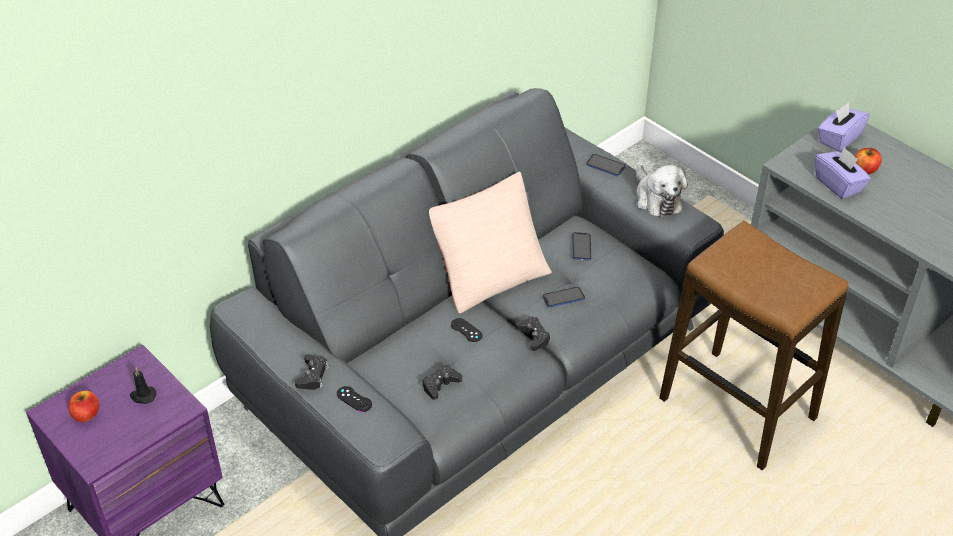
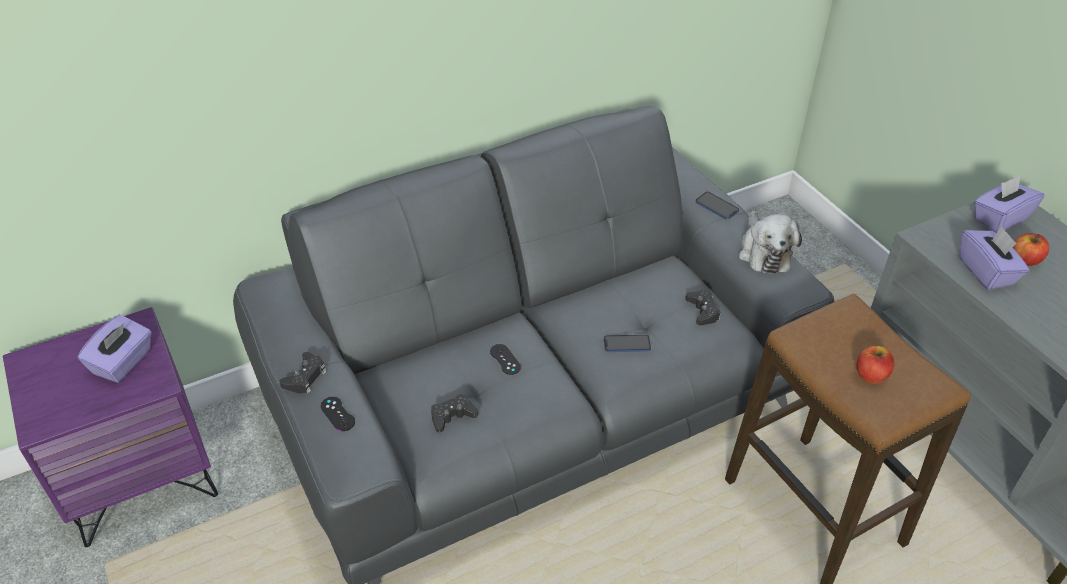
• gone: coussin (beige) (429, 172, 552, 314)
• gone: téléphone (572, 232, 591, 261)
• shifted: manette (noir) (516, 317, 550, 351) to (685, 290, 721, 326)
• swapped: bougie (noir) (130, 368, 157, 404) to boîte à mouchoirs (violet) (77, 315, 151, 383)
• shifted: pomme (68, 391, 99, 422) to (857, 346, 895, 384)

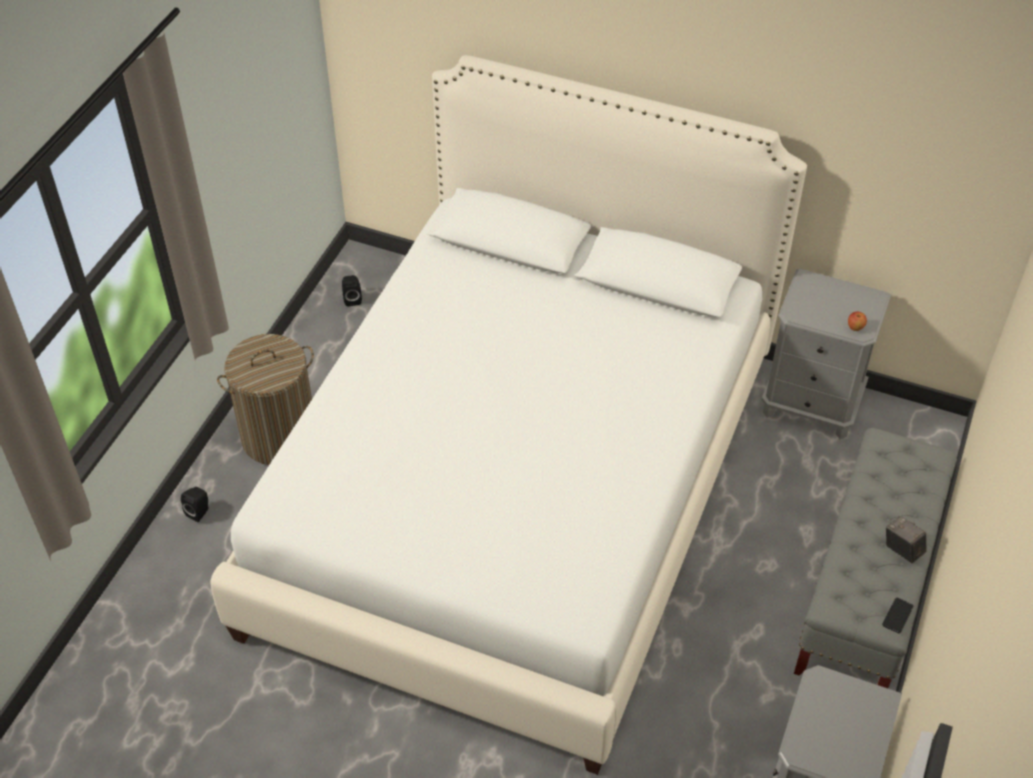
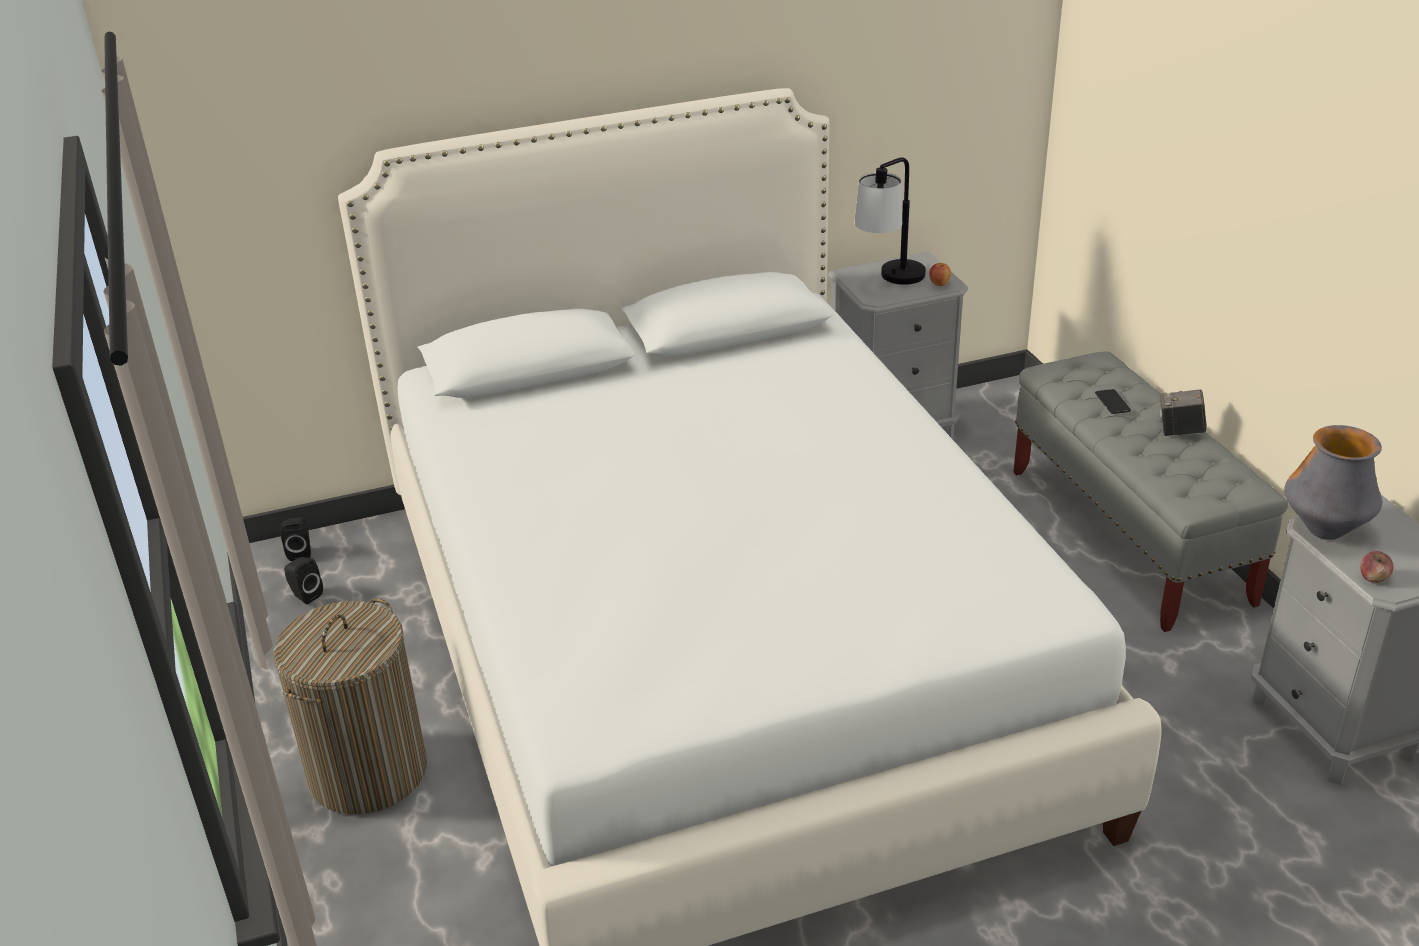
• shifted: enceinte (noir) (181, 487, 208, 522) to (280, 517, 311, 561)
• shifted: téléphone (882, 598, 914, 633) to (1095, 389, 1131, 414)
• new: lampe de table (854, 157, 926, 285)
• new: vase (1284, 425, 1382, 540)
• new: pomme (1360, 551, 1394, 583)

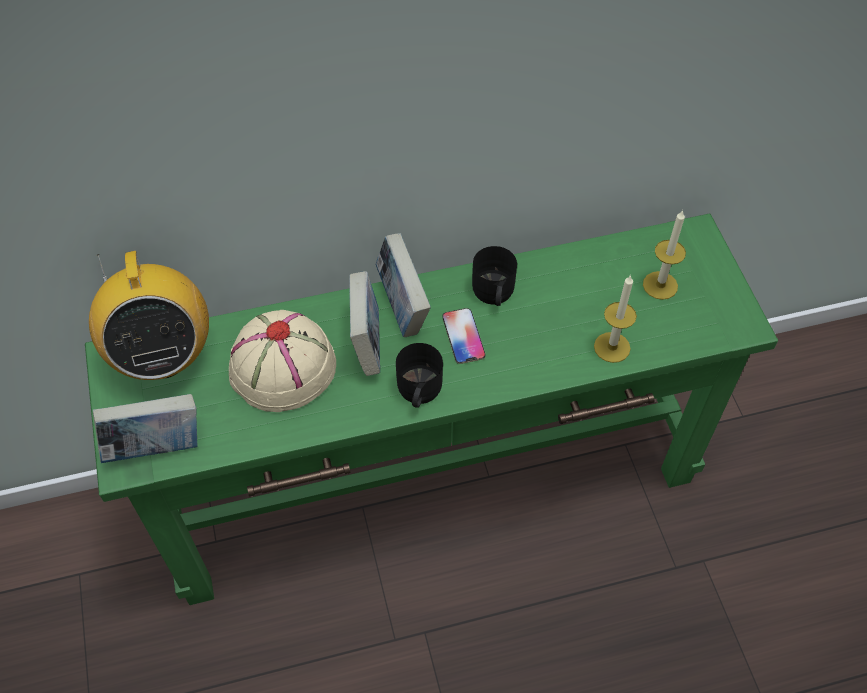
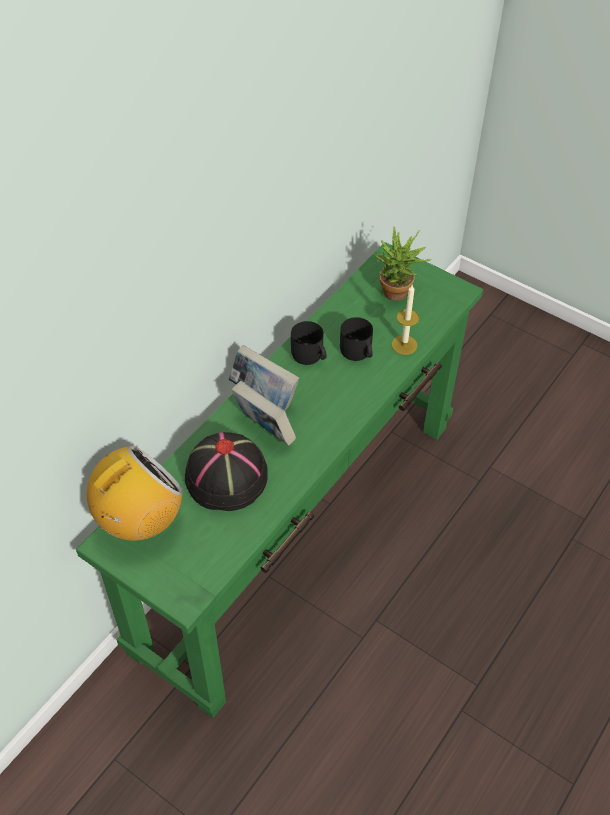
• swapped: bougie (643, 210, 686, 300) to plante en pot (373, 226, 432, 301)
• rotated: radio (89, 251, 209, 380) = (87, 445, 183, 541) 75 degrees counterclockwise
• gone: téléphone (442, 308, 485, 364)
• repainted: chapeau (beige) (229, 310, 336, 412) to chapeau (noir) (185, 432, 268, 511)
• shifted: mug (noir) (396, 343, 443, 408) to (340, 317, 373, 361)
• gone: livre (93, 394, 197, 463)

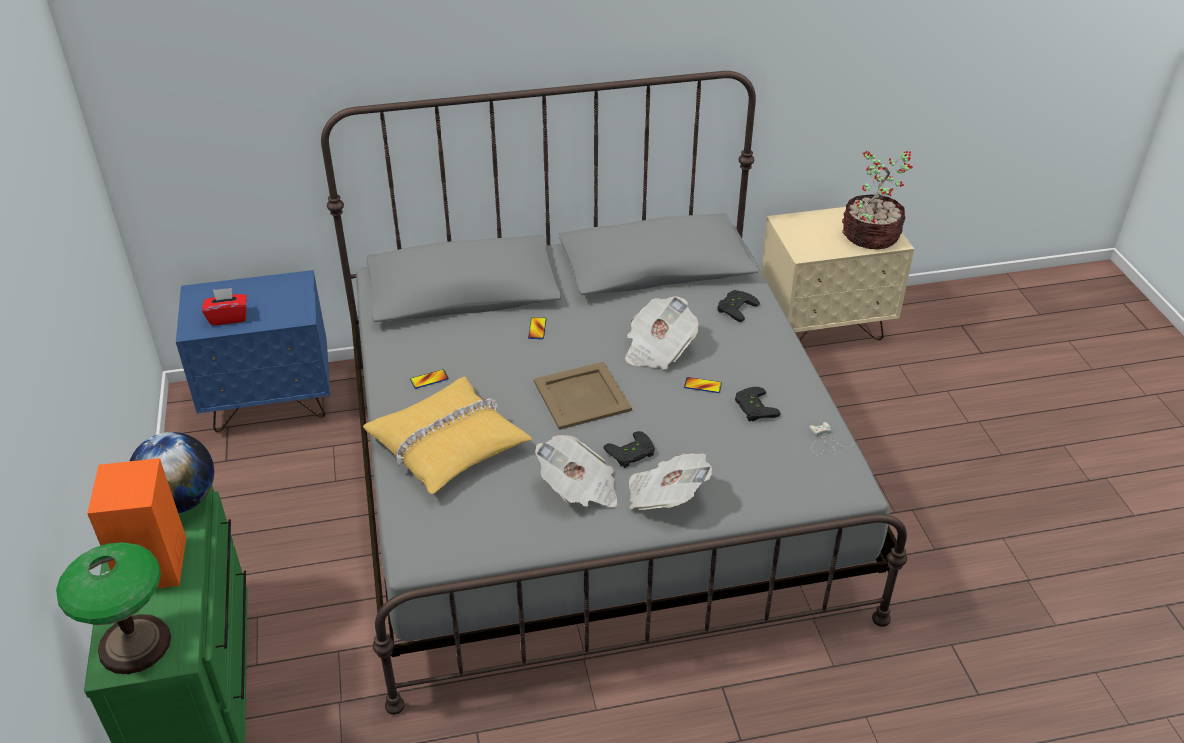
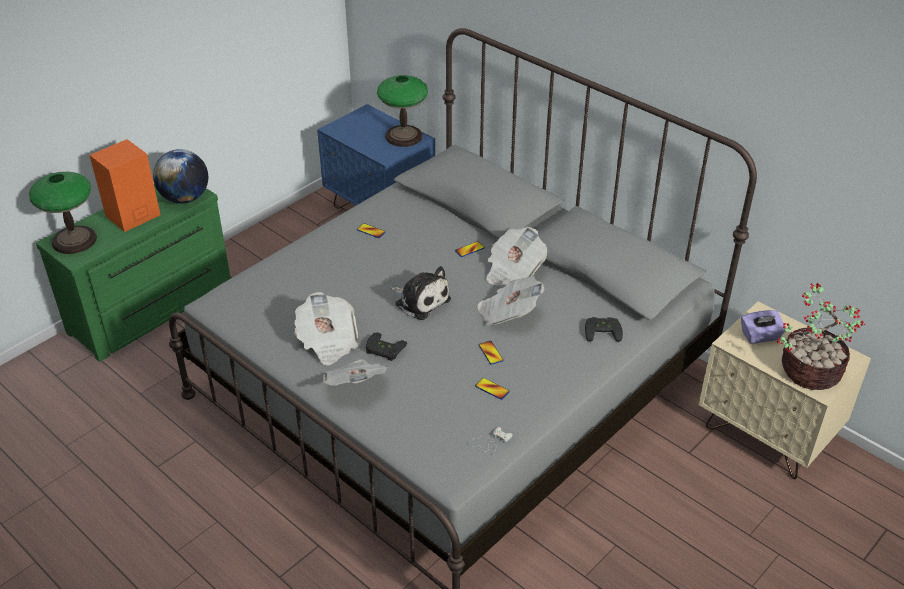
• gone: boîte à mouchoirs (rouge) (202, 288, 247, 325)
• swapped: plateau (beige) (534, 362, 632, 430) to peluche (391, 266, 451, 320)
• gone: coussin (jaune) (363, 377, 532, 494)
• swapped: manette (noir) (735, 387, 781, 421) to téléphone (475, 378, 510, 400)
• new: lampe de table (377, 75, 428, 147)
• new: journal (486, 227, 547, 286)
• new: boîte à mouchoirs (violet) (741, 310, 785, 344)

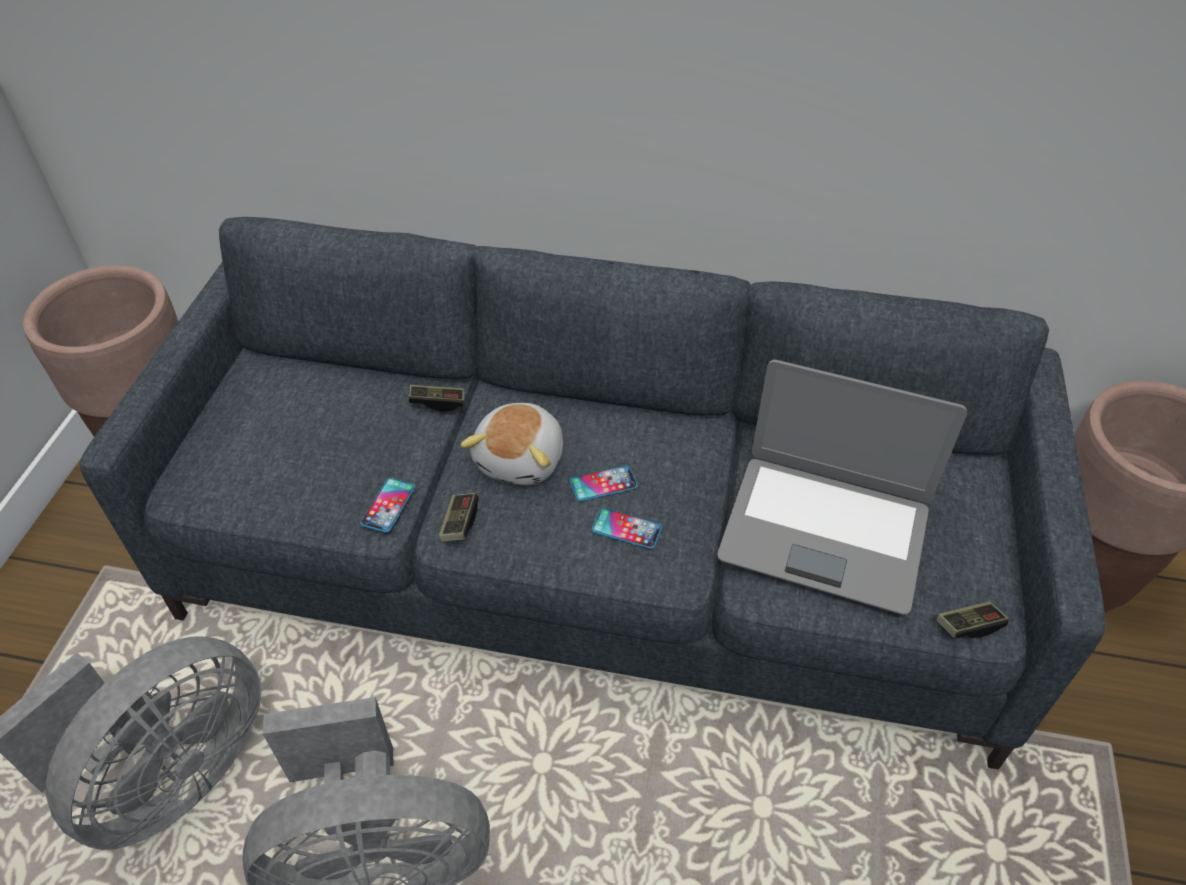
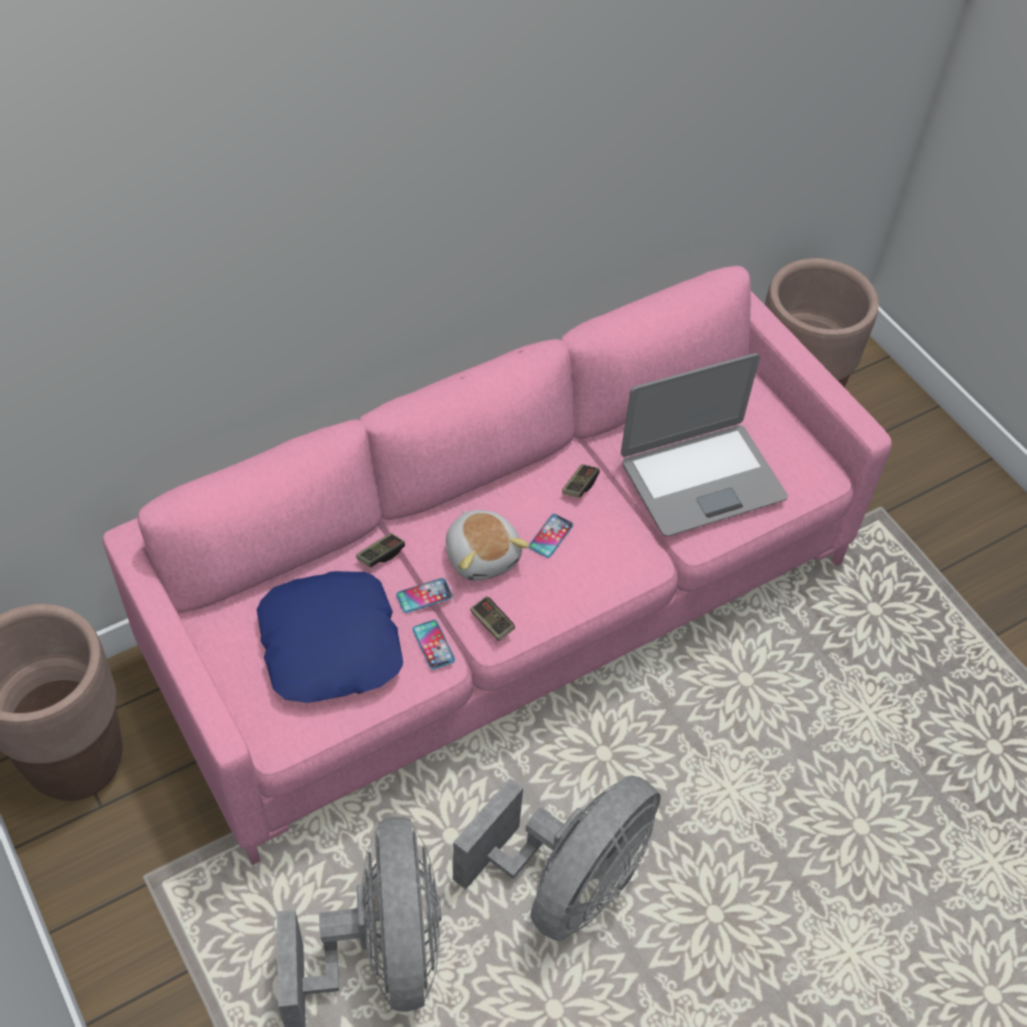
• repainted: canapé (gris) (80, 217, 1105, 770) to canapé (rose) (103, 266, 892, 865)
• shifted: téléphone (592, 508, 662, 549) to (396, 578, 453, 613)
• shifted: manette (937, 601, 1008, 639) to (562, 464, 600, 498)
• new: coussin (bleu) (257, 571, 403, 703)

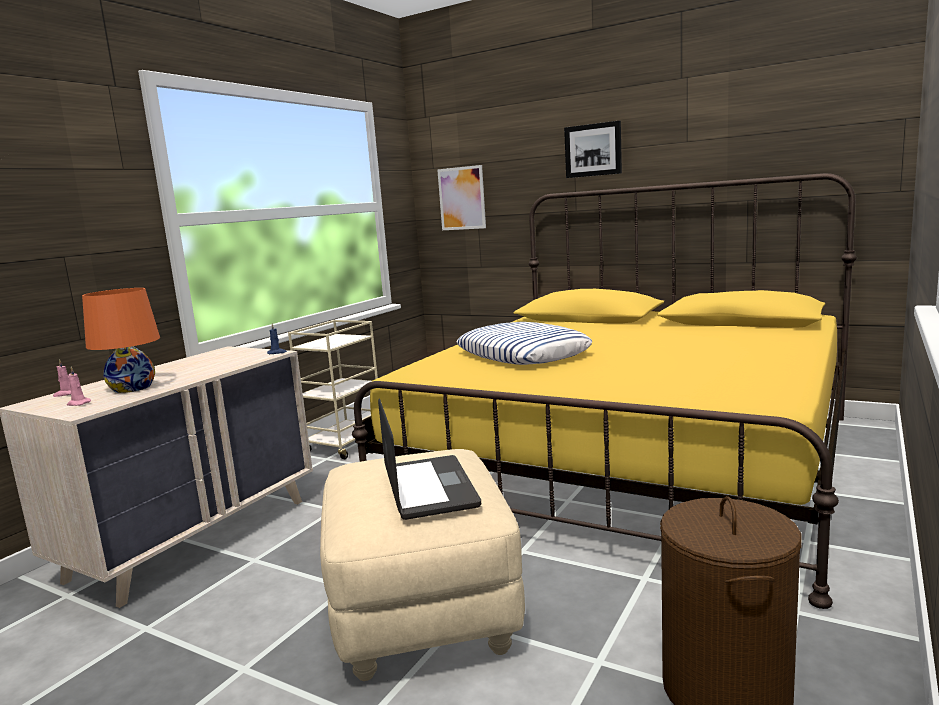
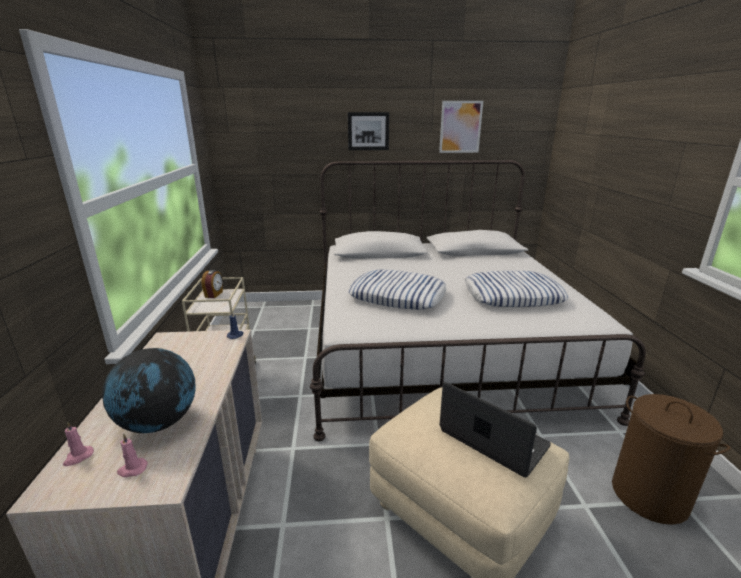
• shifted: tableau (437, 165, 486, 230) to (439, 101, 483, 153)
• repainted: lit (jaune) (352, 173, 857, 609) to lit (blanc) (310, 160, 646, 441)
• swapped: lampe de table (orange) (82, 288, 160, 393) to globe (102, 348, 196, 433)
• new: réveil (201, 270, 223, 298)
• new: coussin (465, 271, 568, 307)

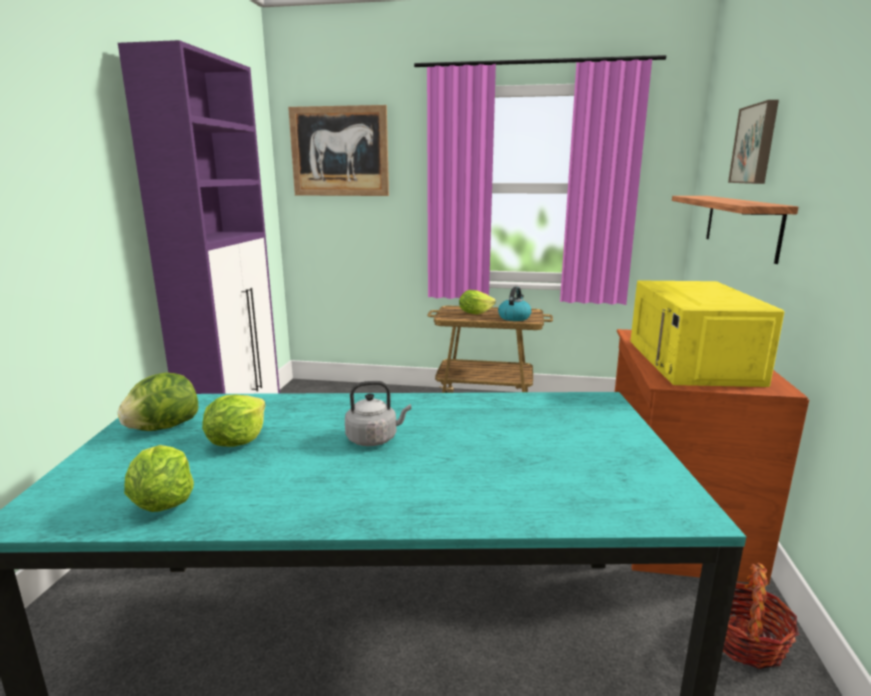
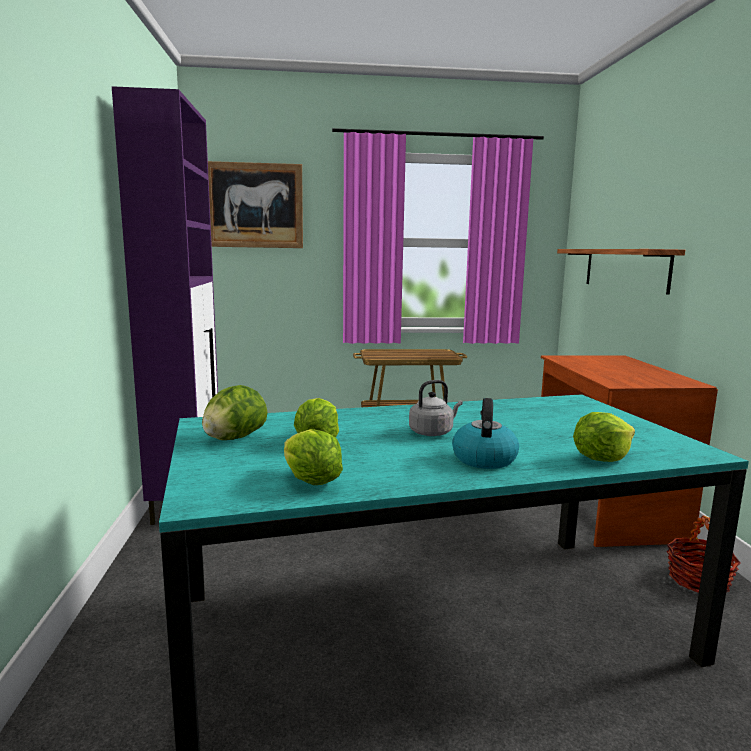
• gone: tableau (728, 100, 779, 184)
• gone: micro-ondes (jaune) (630, 280, 785, 387)
• shifted: bouilloire (498, 287, 532, 321) to (452, 398, 519, 469)
• shifted: laitue (459, 290, 496, 315) to (573, 412, 635, 462)

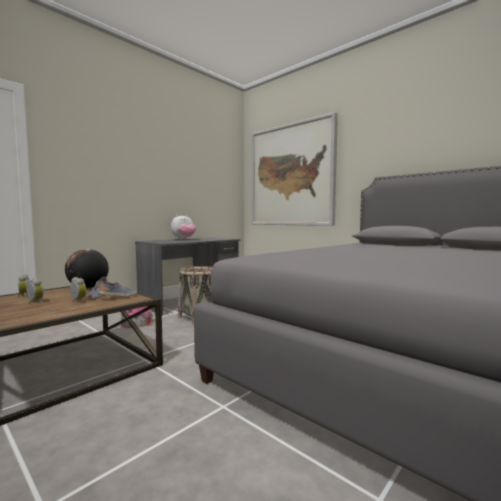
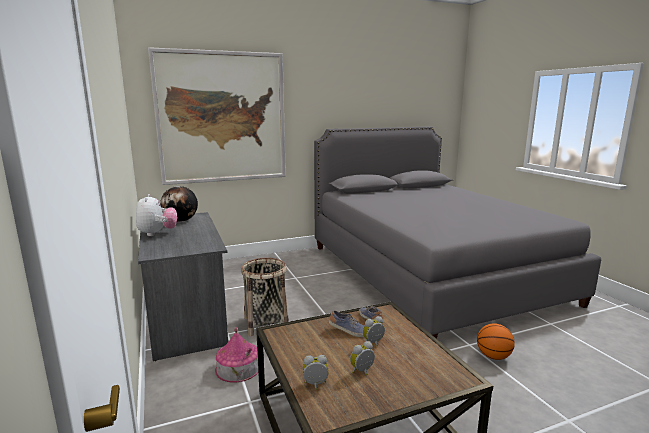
• shifted: globe (65, 249, 109, 289) to (160, 186, 198, 222)
• new: ballon de basket (477, 323, 515, 360)

